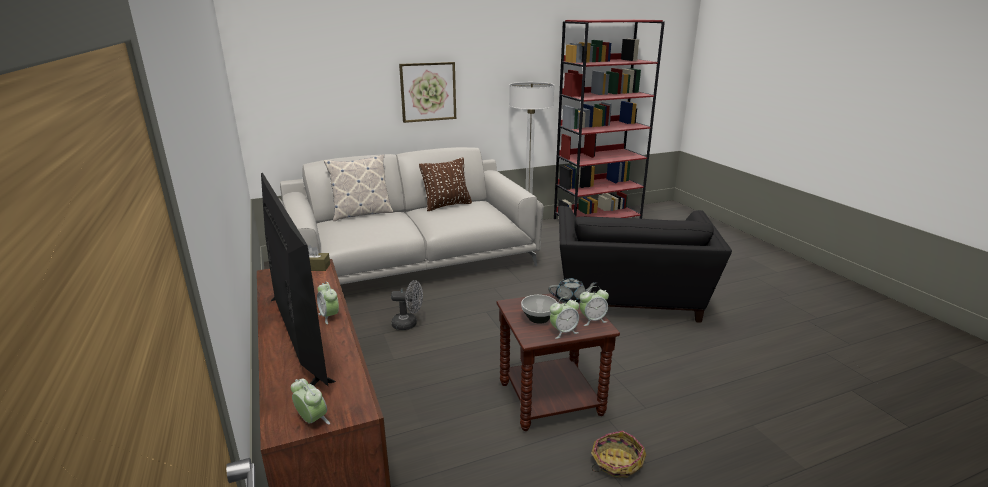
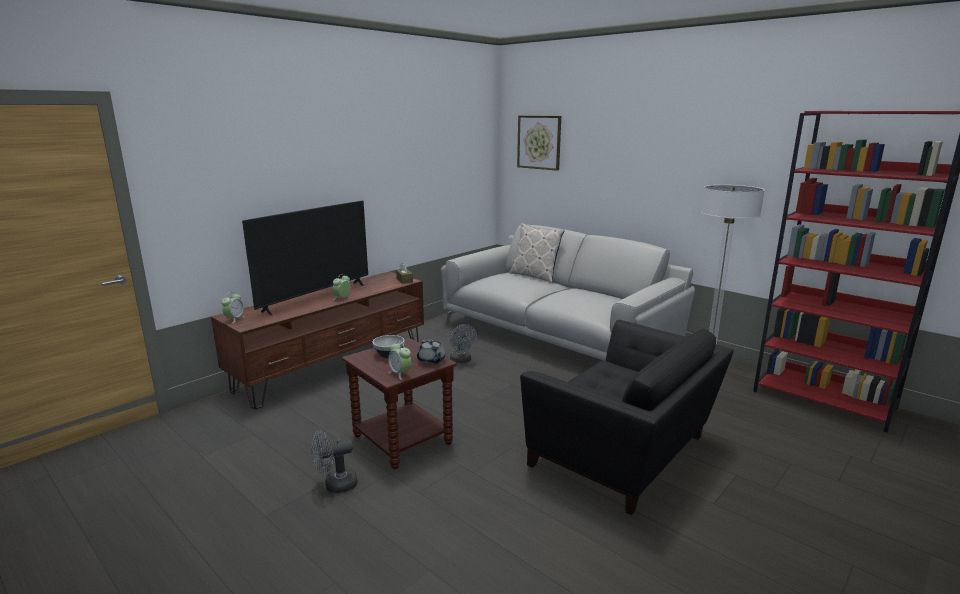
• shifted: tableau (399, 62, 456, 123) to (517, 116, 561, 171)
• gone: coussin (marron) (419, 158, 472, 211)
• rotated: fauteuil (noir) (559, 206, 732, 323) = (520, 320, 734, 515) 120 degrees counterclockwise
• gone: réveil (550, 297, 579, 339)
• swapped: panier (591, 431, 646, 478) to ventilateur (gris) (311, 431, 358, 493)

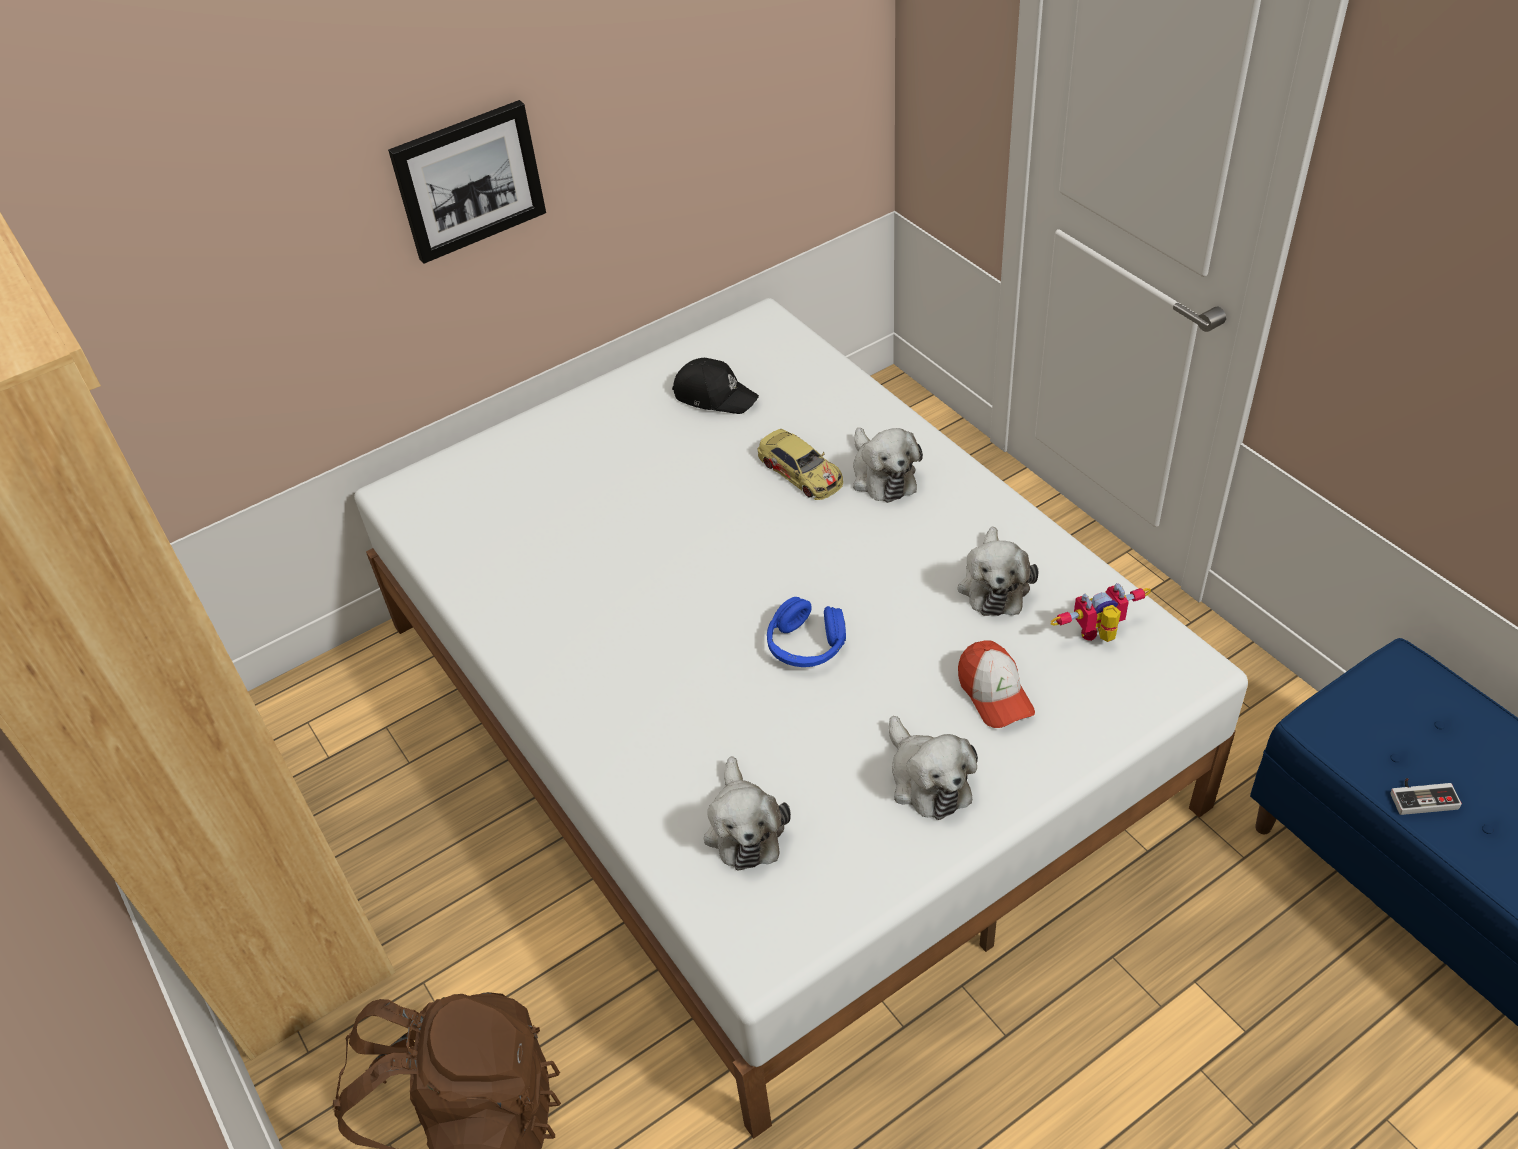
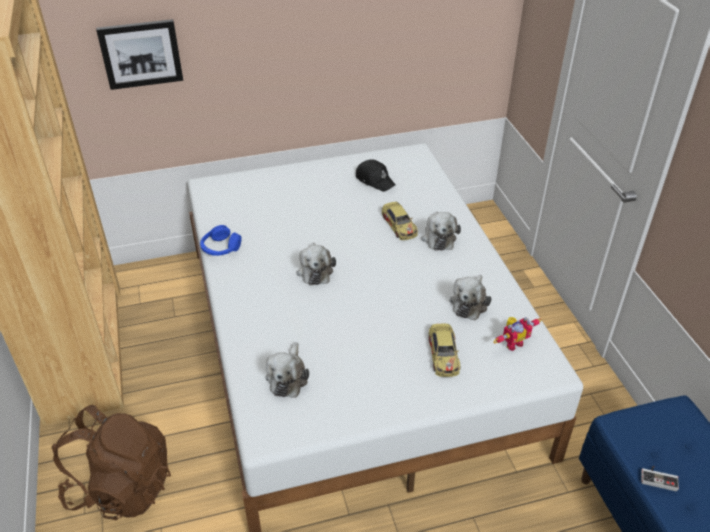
• shifted: tableau (388, 100, 546, 264) to (96, 19, 183, 90)
• rotated: robot jouet (1050, 583, 1151, 642) = (493, 317, 542, 351) 150 degrees clockwise
• shifted: casque audio (bleu) (767, 597, 846, 667) to (200, 225, 242, 256)
• swapped: casquette (958, 640, 1035, 728) to petite voiture (429, 323, 460, 377)
• shifted: peluche (889, 716, 978, 820) to (296, 242, 336, 285)

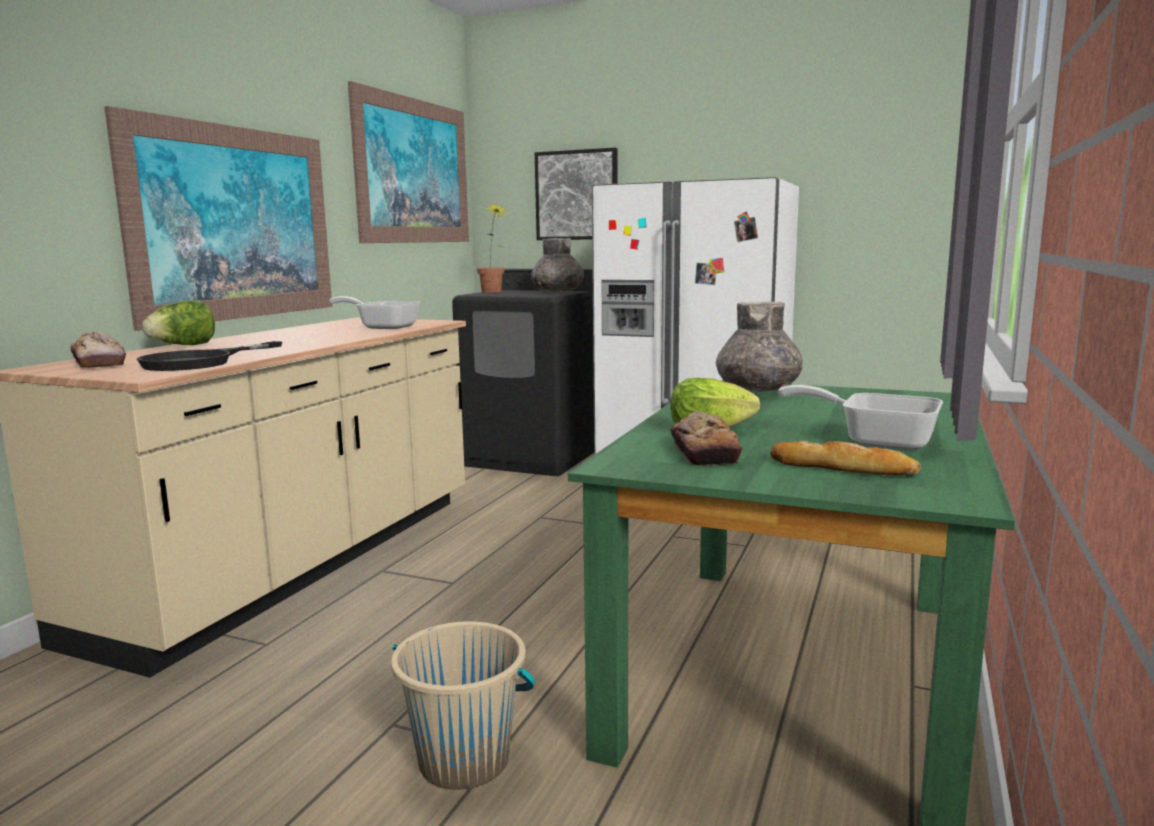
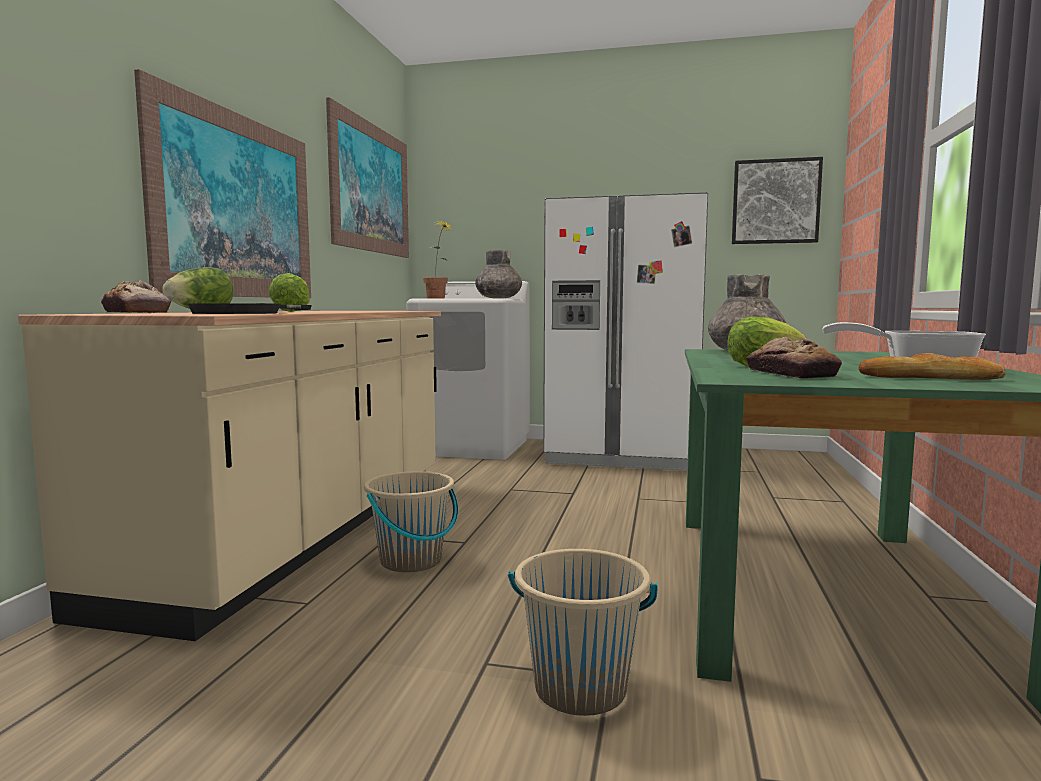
• shifted: tableau (535, 148, 618, 240) to (732, 157, 823, 244)
• repainted: lave-linge (noir) (452, 269, 594, 476) to lave-linge (blanc) (406, 281, 530, 460)
• gone: poêle (329, 296, 420, 329)
• new: laitue (268, 273, 310, 312)
• new: seau (beige) (364, 471, 458, 572)

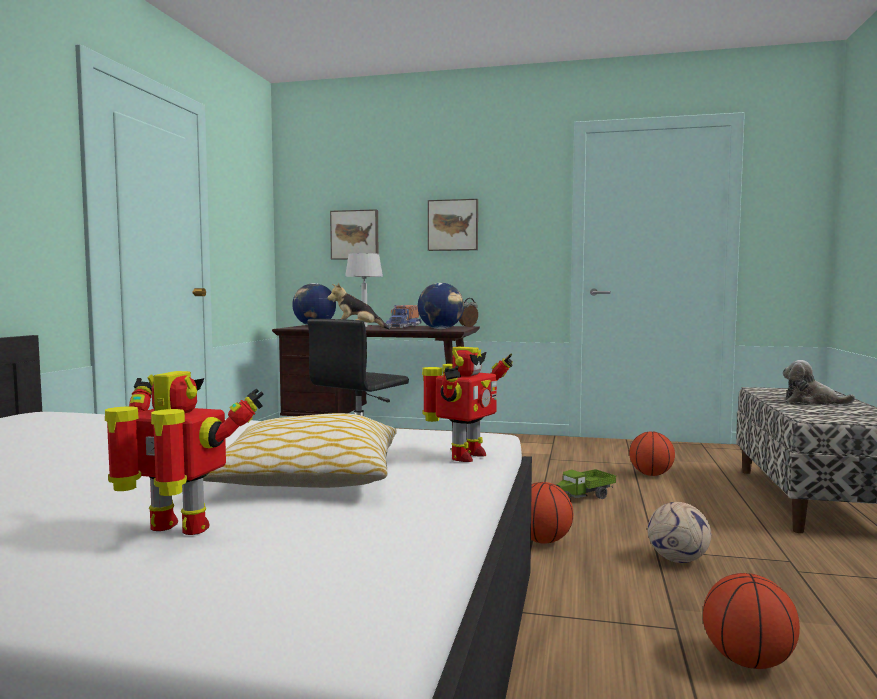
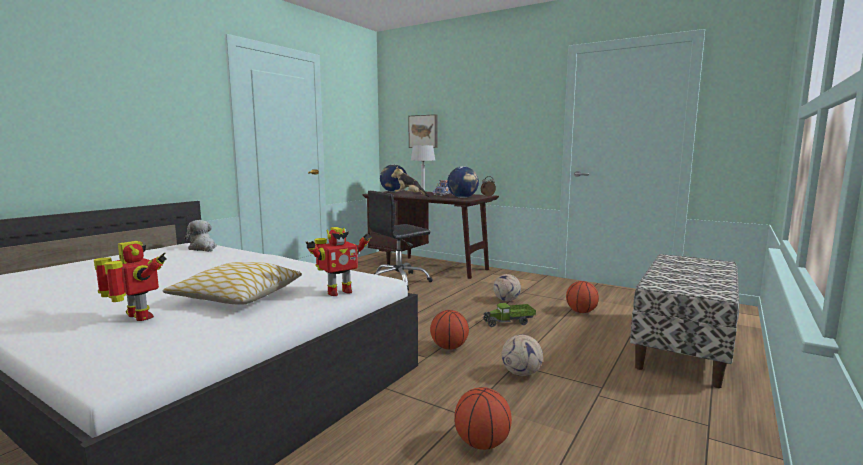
• gone: tableau (428, 199, 478, 251)
• shifted: peluche (783, 360, 855, 405) to (185, 220, 217, 252)
• new: ballon de foot (493, 274, 521, 301)

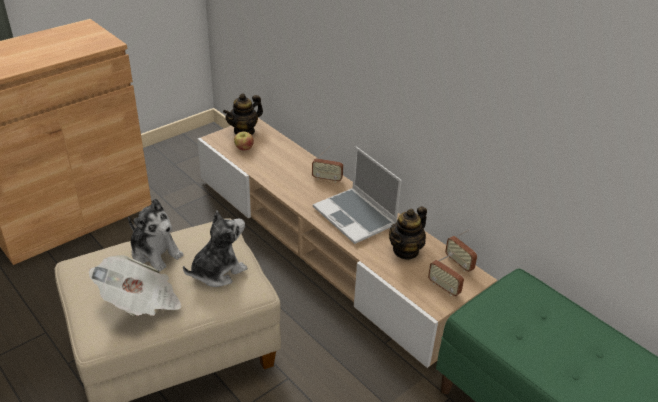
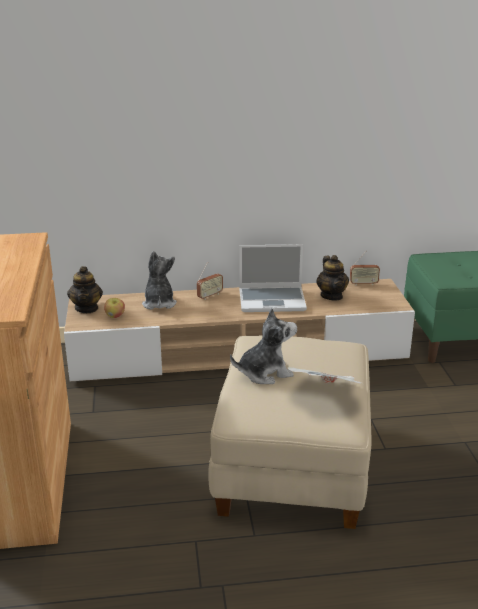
• shifted: peluche (183, 211, 248, 287) to (142, 251, 177, 310)
• gone: radio (428, 253, 464, 296)

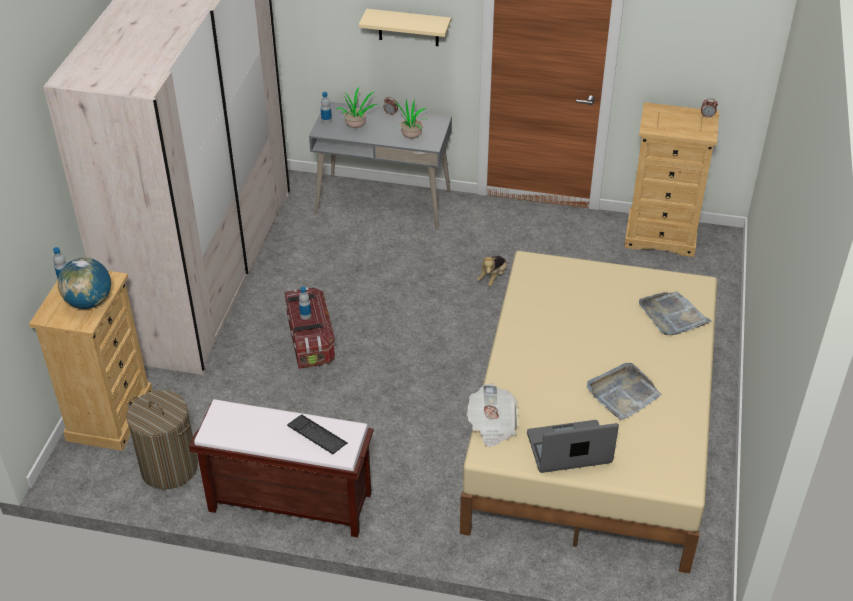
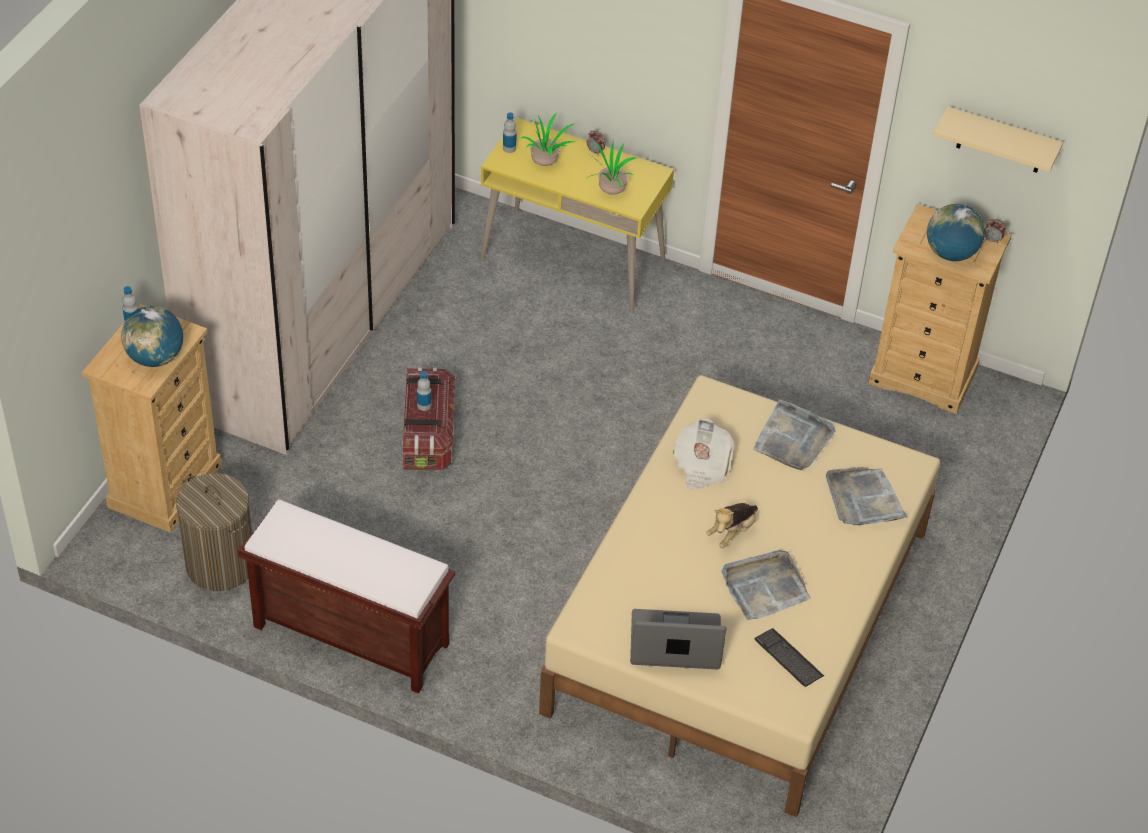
• shifted: étagère (beige) (359, 9, 451, 46) to (933, 106, 1063, 173)
• repainted: bureau (gris) (309, 102, 452, 230) to bureau (jaune) (480, 118, 674, 312)
• shifted: peluche (477, 256, 507, 286) to (706, 503, 758, 548)
• shifted: journal (466, 383, 518, 447) to (673, 418, 735, 490)
• shifted: clavier (287, 415, 347, 454) to (755, 628, 824, 687)
• new: globe (927, 204, 985, 261)
• new: plateau (gris) (753, 400, 836, 470)

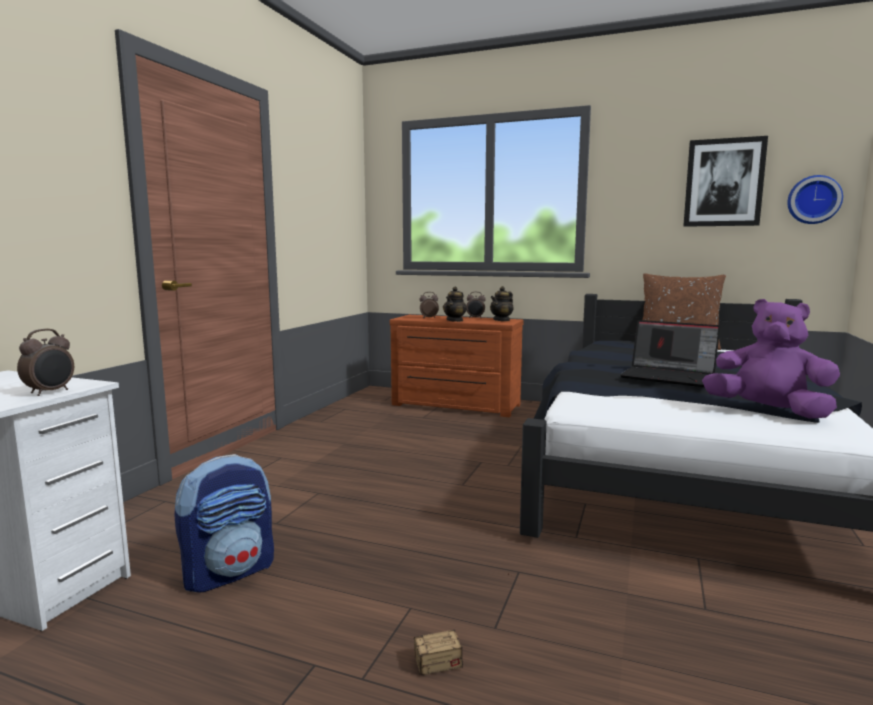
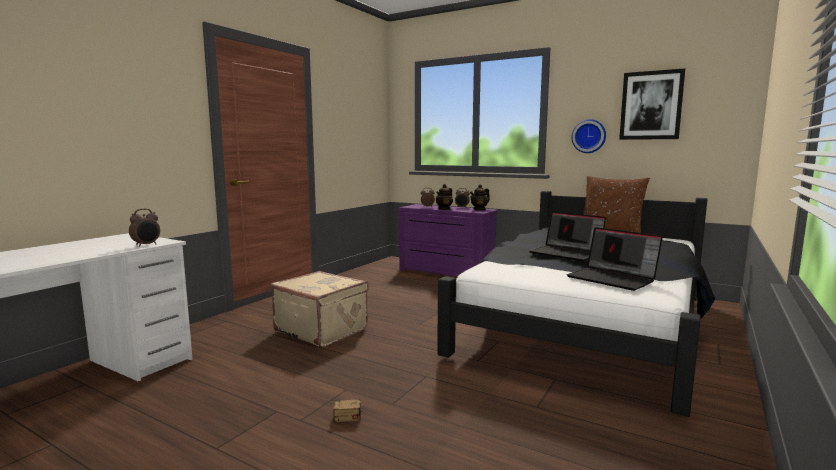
• shifted: horloge murale (787, 175, 843, 224) to (572, 119, 606, 153)
• swapped: peluche (violet) (702, 299, 840, 419) to ordinateur portable (567, 227, 663, 291)
• repainted: commode (marron) (390, 315, 524, 417) to commode (violet) (399, 204, 497, 277)
• gone: sac à dos (174, 454, 274, 593)
• new: valise (beige) (271, 271, 369, 347)

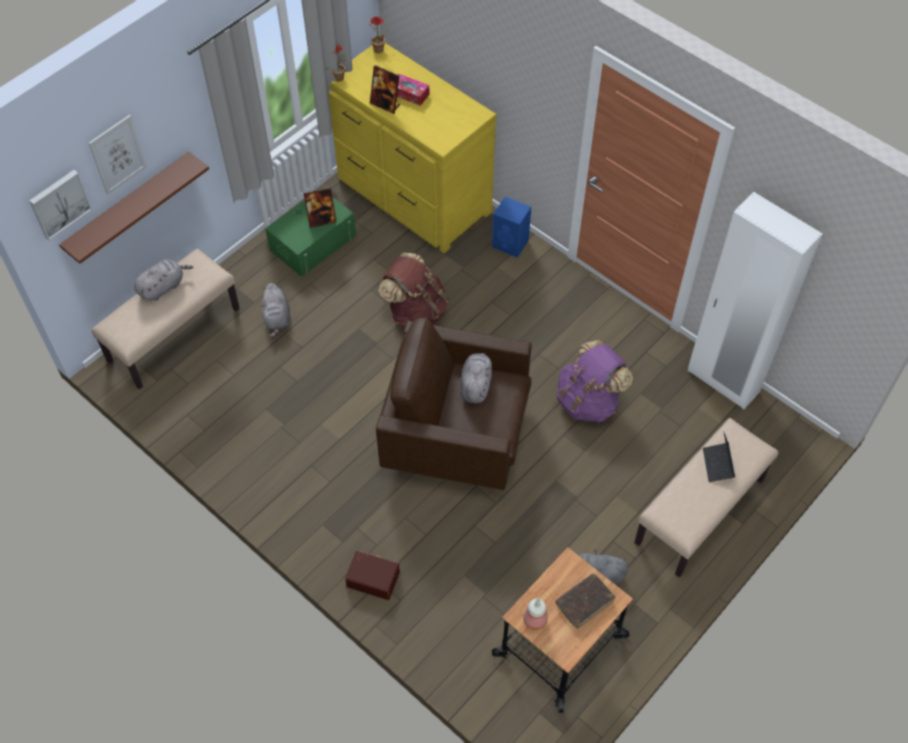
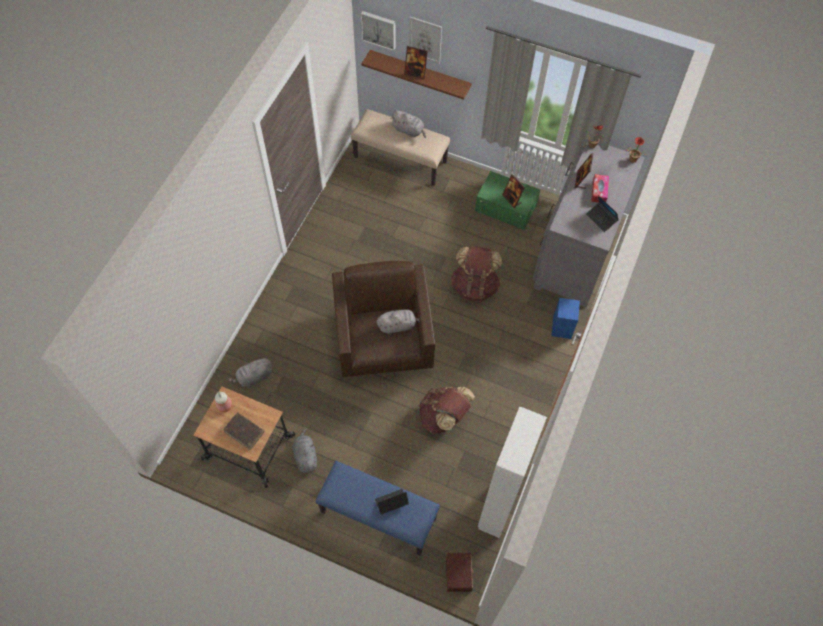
• repainted: commode (jaune) (328, 43, 497, 253) to commode (gris) (532, 142, 644, 307)
• shifted: peluche (gris) (261, 283, 291, 338) to (227, 356, 272, 387)
• repainted: sac à dos (violet) (557, 340, 633, 423) to sac à dos (marron) (419, 386, 475, 434)
• repainted: banc (beige) (634, 418, 778, 577) to banc (bleu) (316, 461, 440, 556)
• shifted: boîte de rangement (marron) (345, 550, 400, 600) to (446, 553, 474, 592)
• new: cadre photo (404, 46, 428, 79)
• new: ordinateur portable (586, 195, 618, 232)

